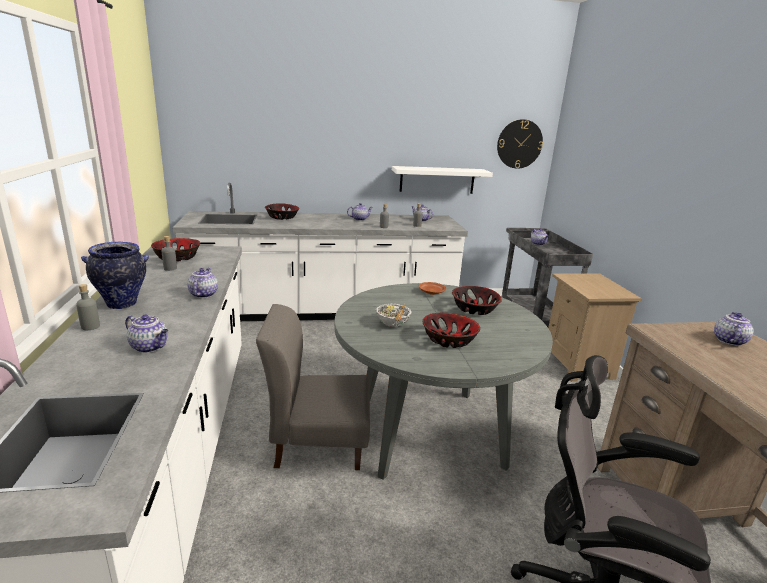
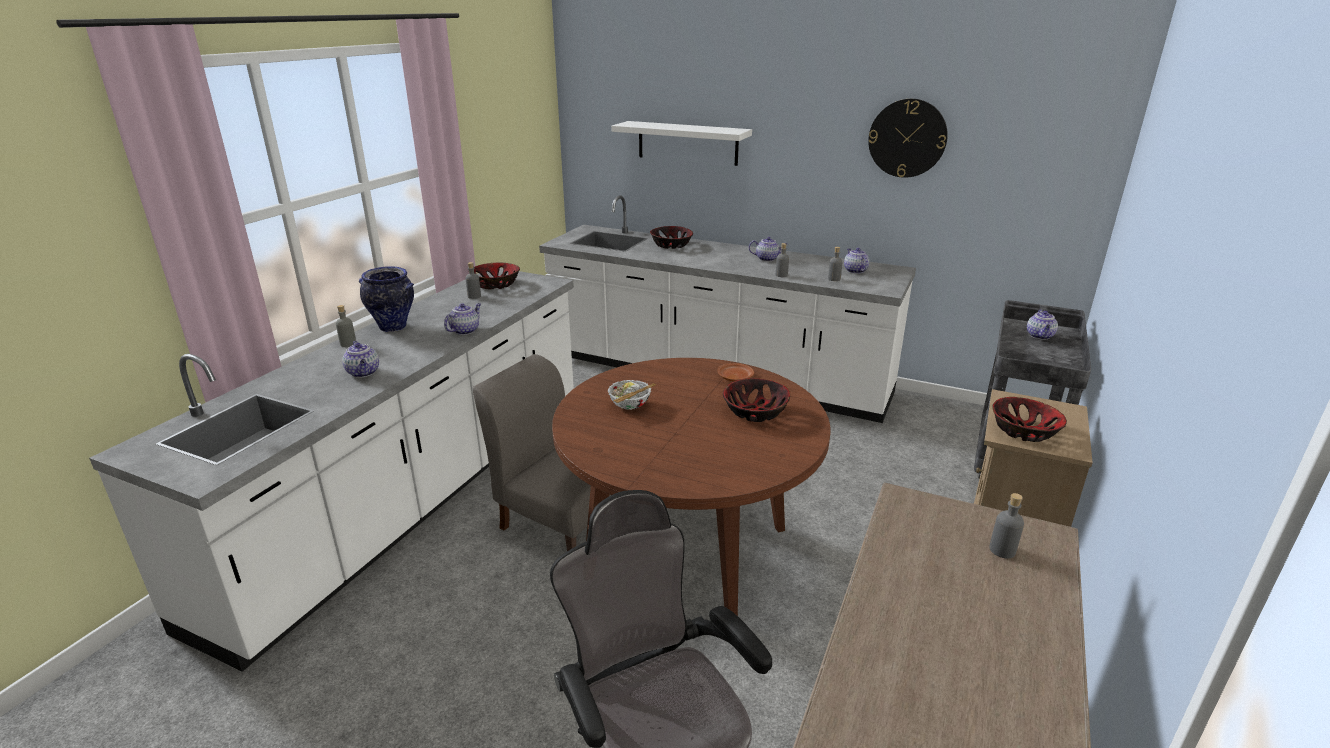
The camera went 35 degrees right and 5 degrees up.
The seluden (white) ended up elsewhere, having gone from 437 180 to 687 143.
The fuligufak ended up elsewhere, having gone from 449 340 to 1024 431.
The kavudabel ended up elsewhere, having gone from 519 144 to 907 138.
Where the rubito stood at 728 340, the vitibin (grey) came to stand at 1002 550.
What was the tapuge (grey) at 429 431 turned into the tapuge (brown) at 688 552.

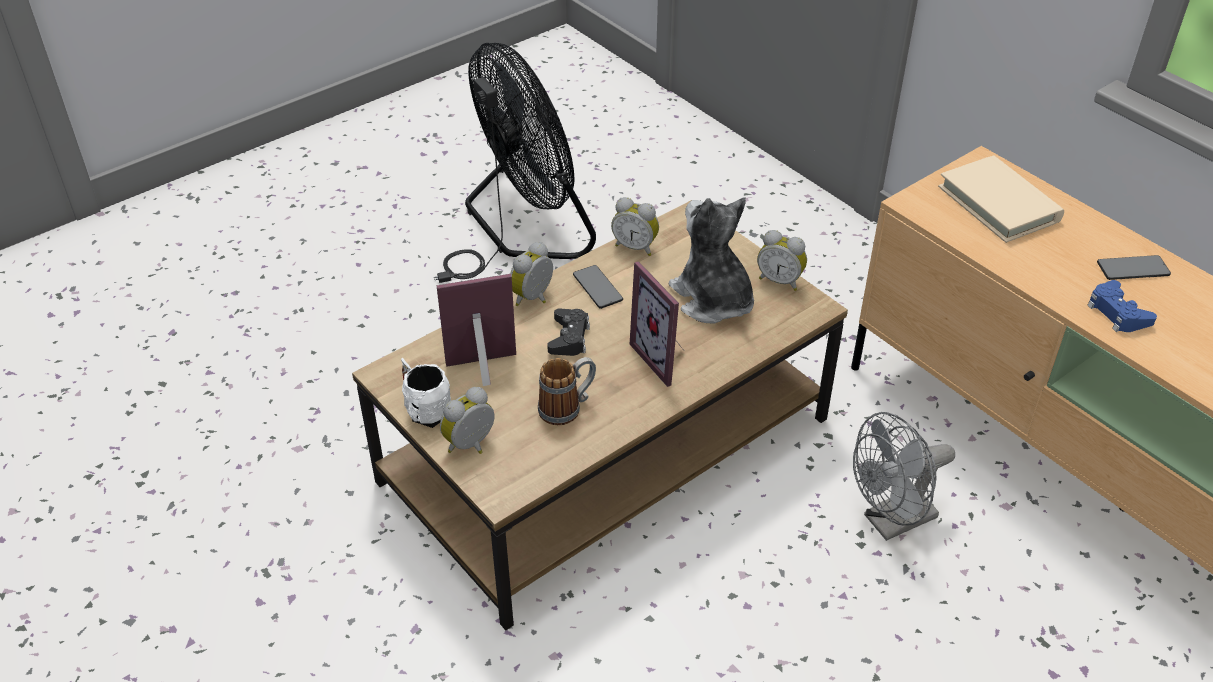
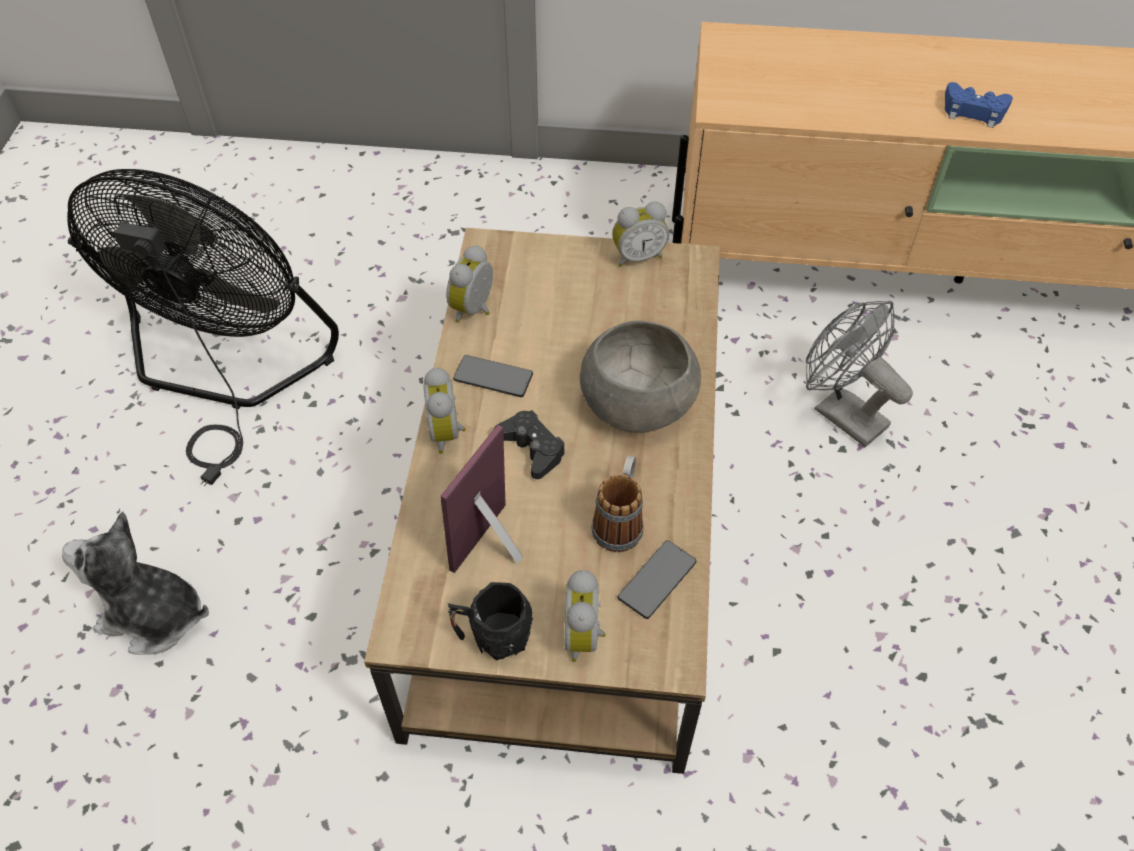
The camera went 45 degrees left and 10 degrees up.
The second view lost the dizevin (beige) at 998 204.
The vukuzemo ended up elsewhere, having gone from 712 300 to 153 616.
The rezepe ended up elsewhere, having gone from 1133 269 to 657 580.
Where the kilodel stood at 665 358, the fuligufak (grey) came to stand at 638 402.
What was the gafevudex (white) at 425 410 turned into the gafevudex (black) at 493 637.
The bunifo at 636 246 ended up facing another way, 135 degrees clockwise from before.
The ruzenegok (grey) at 891 522 ended up facing another way, 120 degrees clockwise from before.

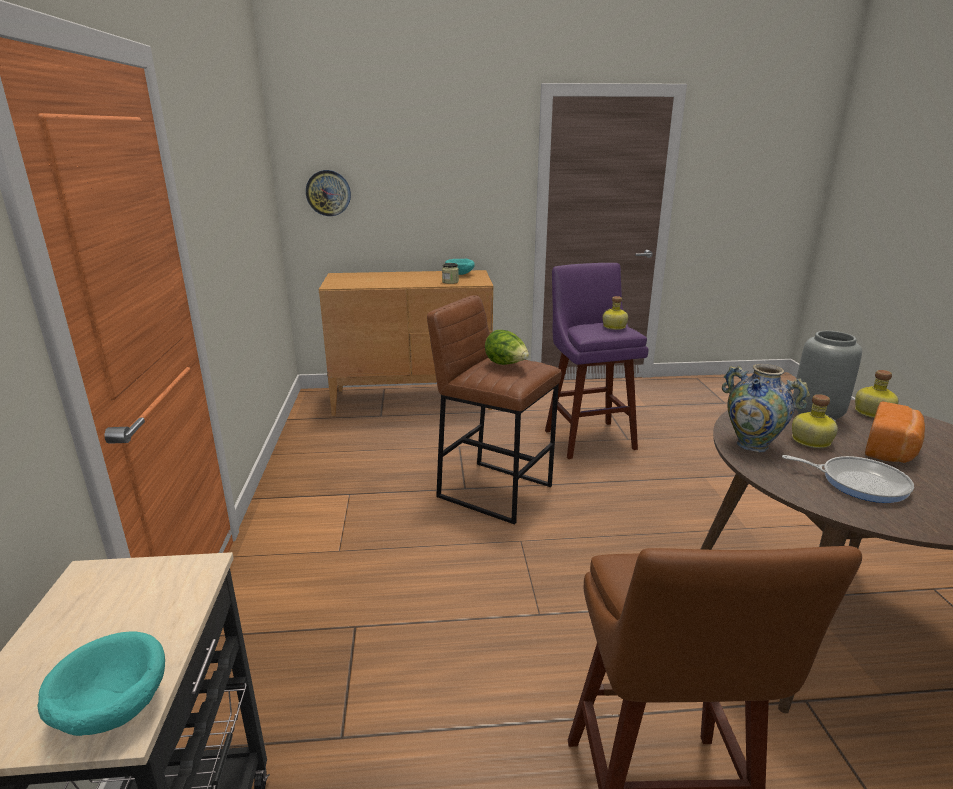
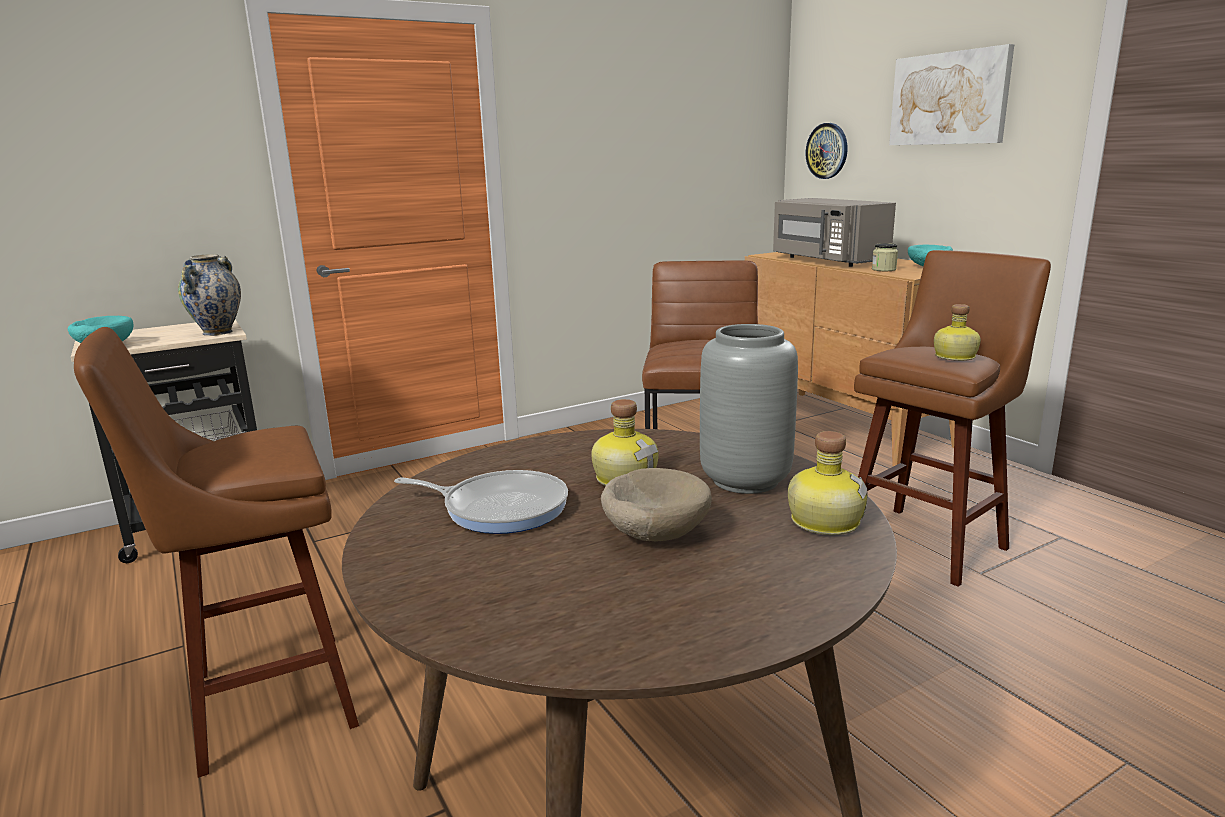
The camera went 65 degrees right and 5 degrees down.
The second view lost the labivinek at 506 364.
The second view gained the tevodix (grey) at 826 260.
The second view gained the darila at 949 99.
The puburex ended up elsewhere, having gone from 752 445 to 217 332.
Where the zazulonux stood at 892 449, the fuligufak (beige) came to stand at 654 533.
What was the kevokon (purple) at 588 438 turned into the kevokon (brown) at 929 543.
The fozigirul at 858 483 ended up facing another way, 75 degrees counterclockwise from before.

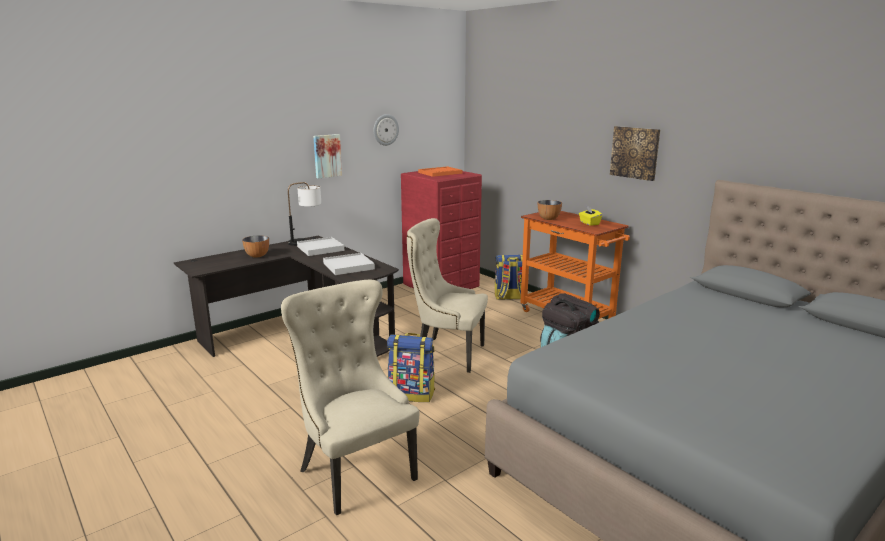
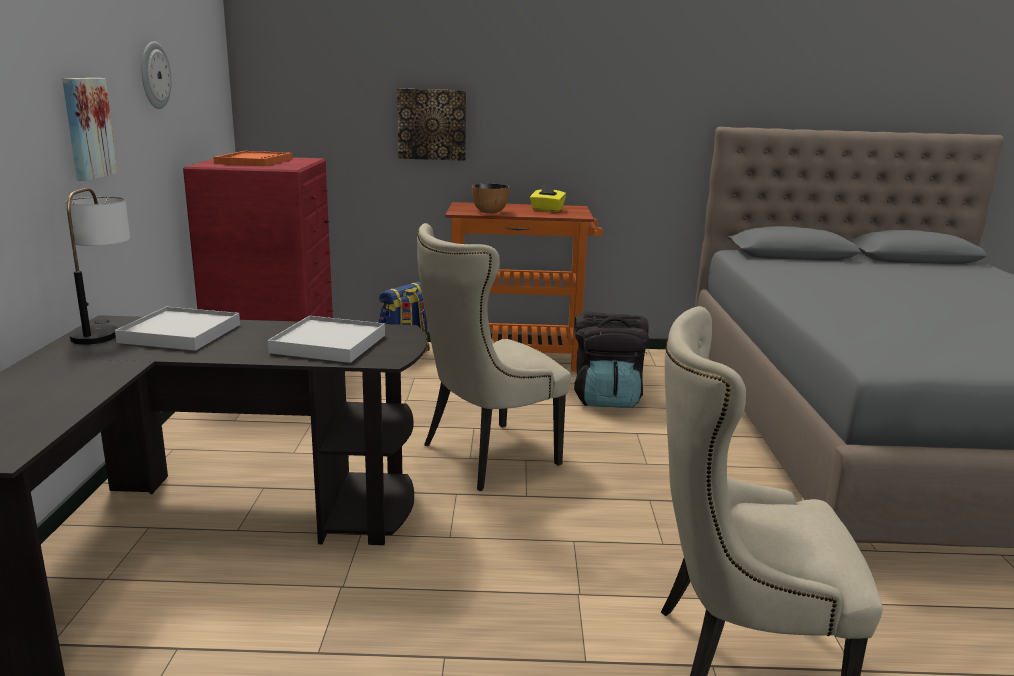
The camera went 50 degrees left and 0 degrees up.
The second view lost the fuligufak at 257 256.
The second view lost the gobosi at 412 394.
The darila ended up elsewhere, having gone from 635 152 to 432 124.

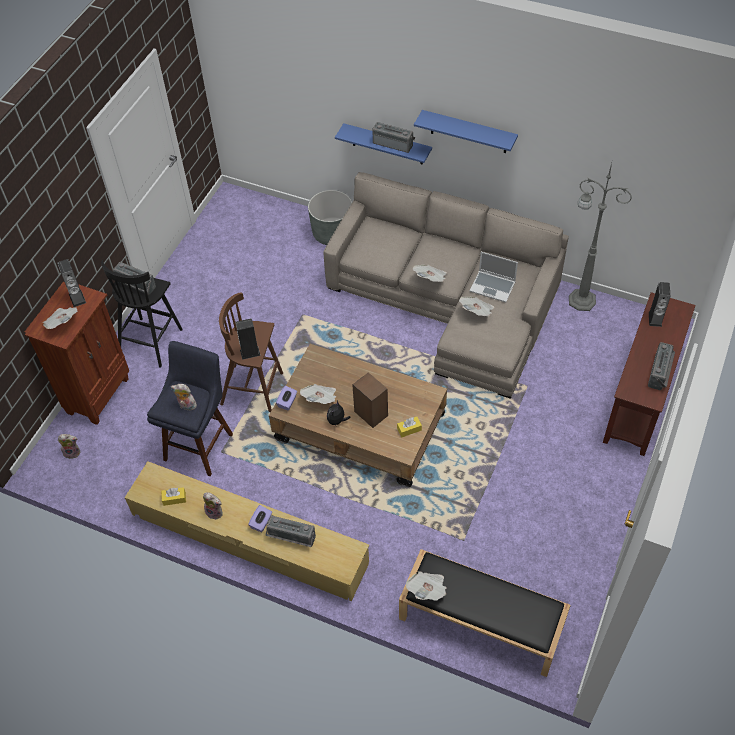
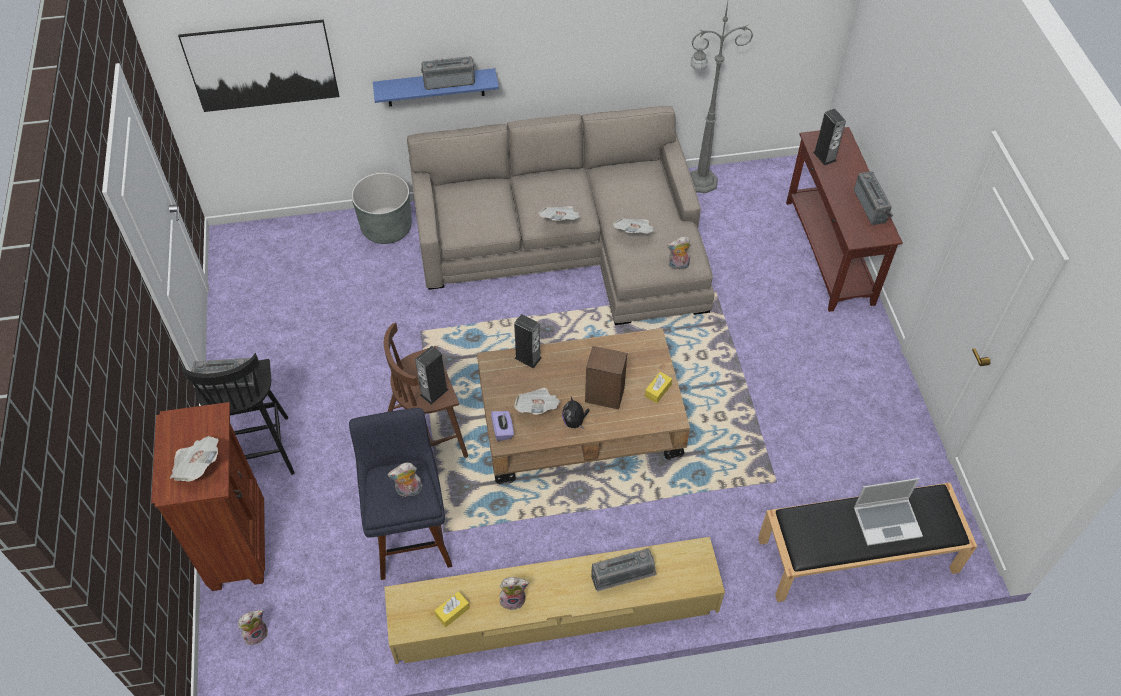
The camera went 35 degrees left and 0 degrees up.
The second view lost the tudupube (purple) at 261 523.
The second view lost the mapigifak at 427 590.
The second view lost the seluden (blue) at 468 132.
The second view gained the darila at 262 66.
The second view gained the vukuzemo at 678 266.
The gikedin ended up elsewhere, having gone from 77 298 to 528 358.
The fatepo ended up elsewhere, having gone from 493 287 to 887 521.

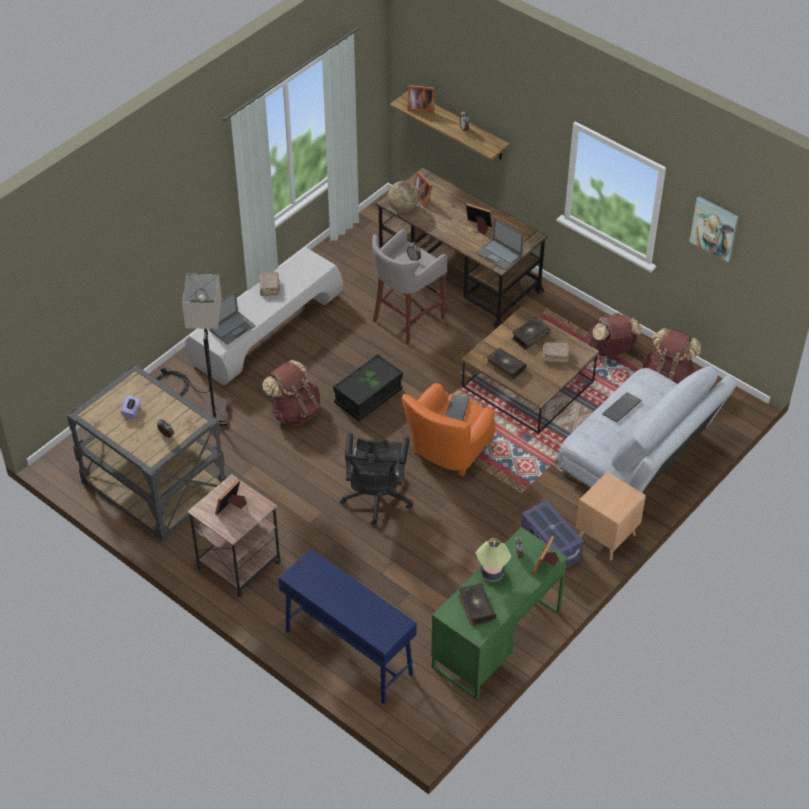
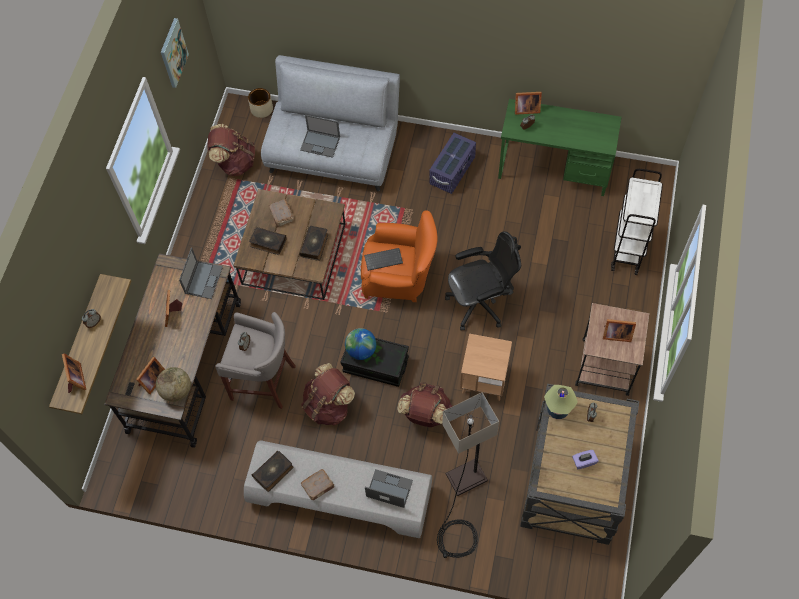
The camera went 115 degrees left and 15 degrees up.
The second view gained the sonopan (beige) at 262 109.
The second view gained the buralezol at 361 350.
The dizevin ended up elsewhere, having gone from 476 607 to 273 472.
The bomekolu ended up elsewhere, having gone from 492 573 to 557 409.
The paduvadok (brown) ended up elsewhere, having gone from 606 537 to 484 380.
The gobosi (brown) ended up elsewhere, having gone from 610 350 to 328 405.
Where the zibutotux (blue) stood at 349 652, the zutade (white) came to stand at 627 251.
Where the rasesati stood at 622 408, the fatepo came to stand at 320 143.

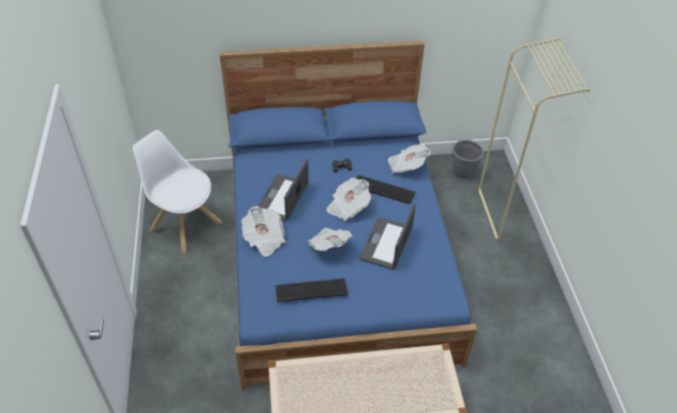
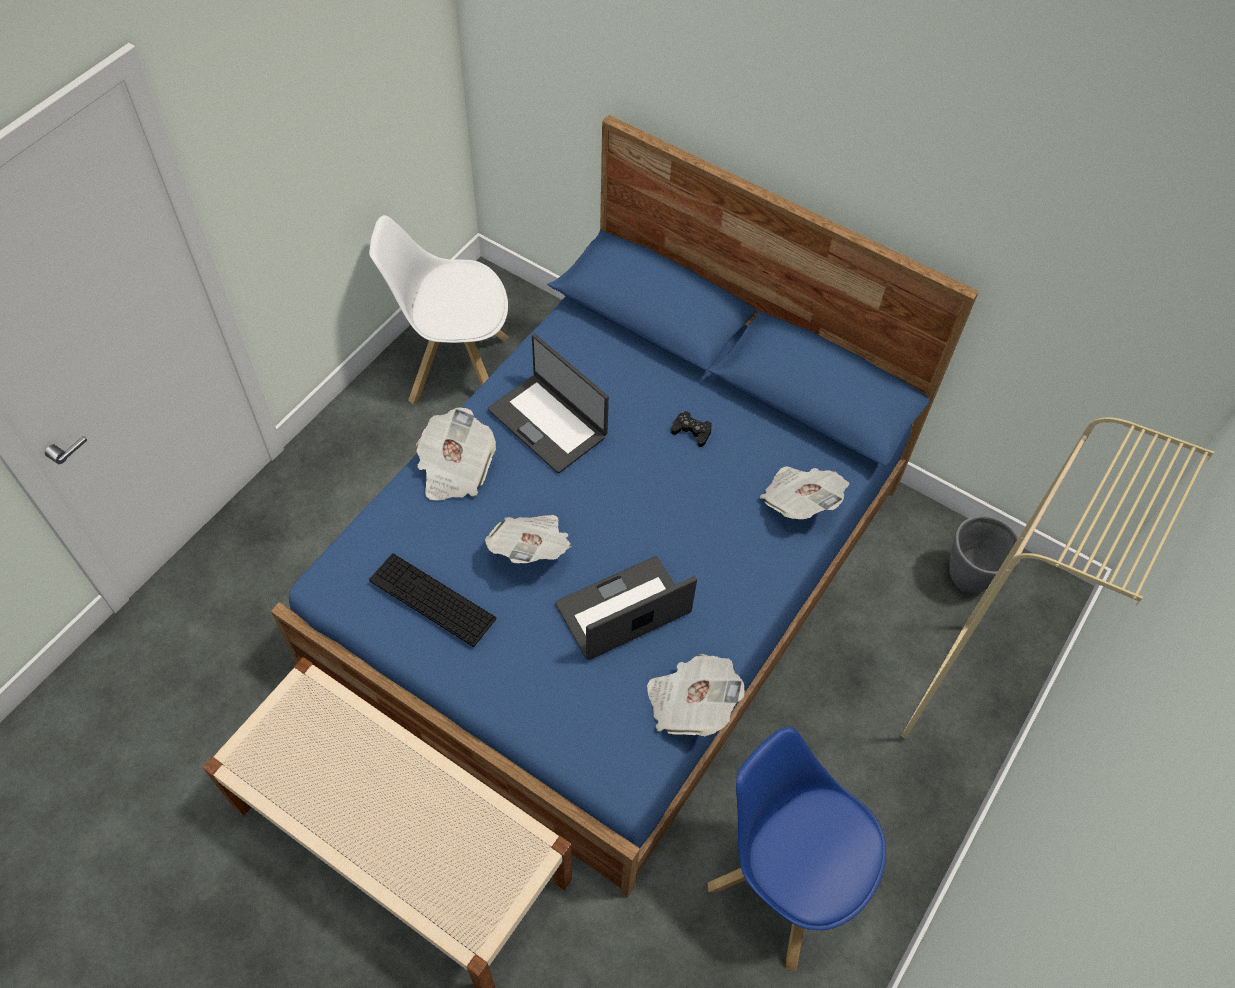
The camera went 40 degrees right and 10 degrees up.
The second view lost the rasesati at 383 189.
The second view gained the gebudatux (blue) at 784 880.
The mapigifak ended up elsewhere, having gone from 348 207 to 690 704.
The gebudatux (white) at 184 225 ended up facing another way, 75 degrees counterclockwise from before.
The fatepo at 283 198 ended up facing another way, 105 degrees counterclockwise from before.

